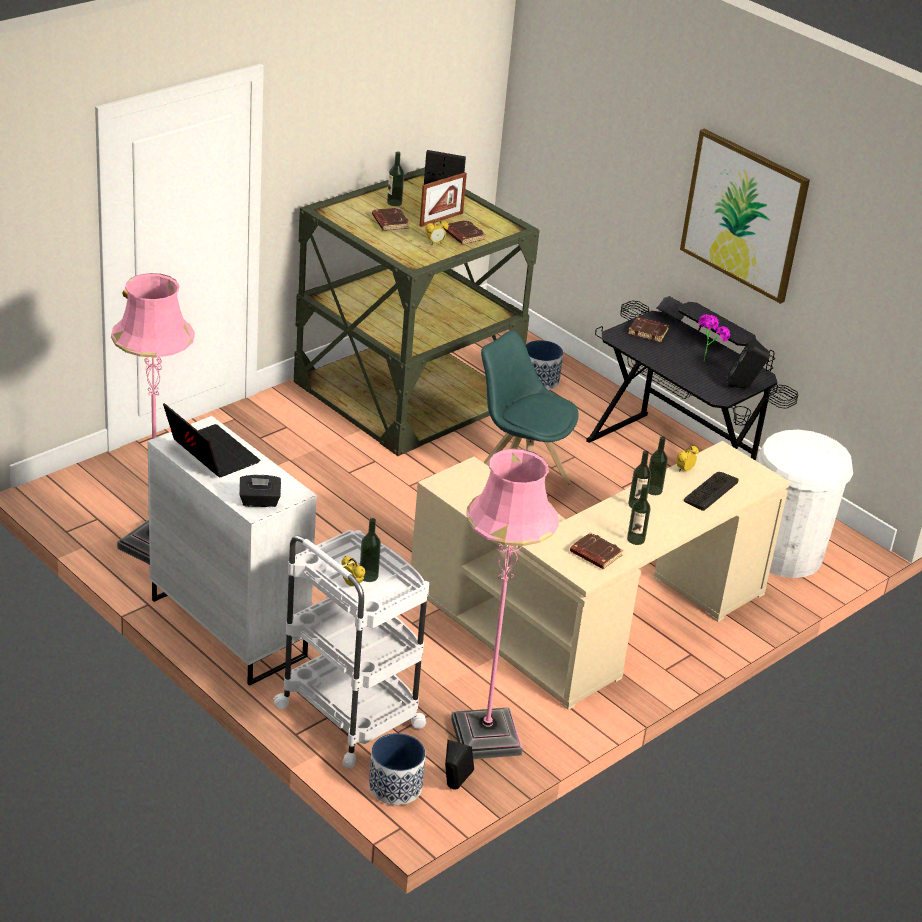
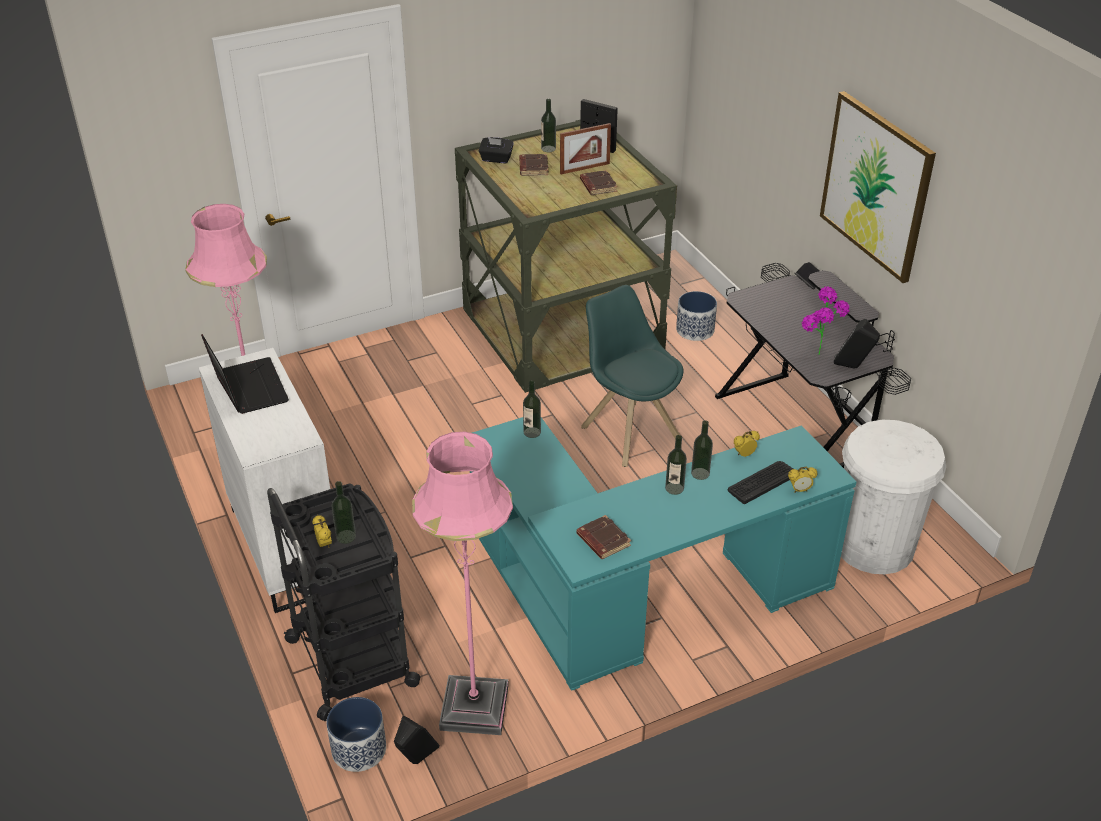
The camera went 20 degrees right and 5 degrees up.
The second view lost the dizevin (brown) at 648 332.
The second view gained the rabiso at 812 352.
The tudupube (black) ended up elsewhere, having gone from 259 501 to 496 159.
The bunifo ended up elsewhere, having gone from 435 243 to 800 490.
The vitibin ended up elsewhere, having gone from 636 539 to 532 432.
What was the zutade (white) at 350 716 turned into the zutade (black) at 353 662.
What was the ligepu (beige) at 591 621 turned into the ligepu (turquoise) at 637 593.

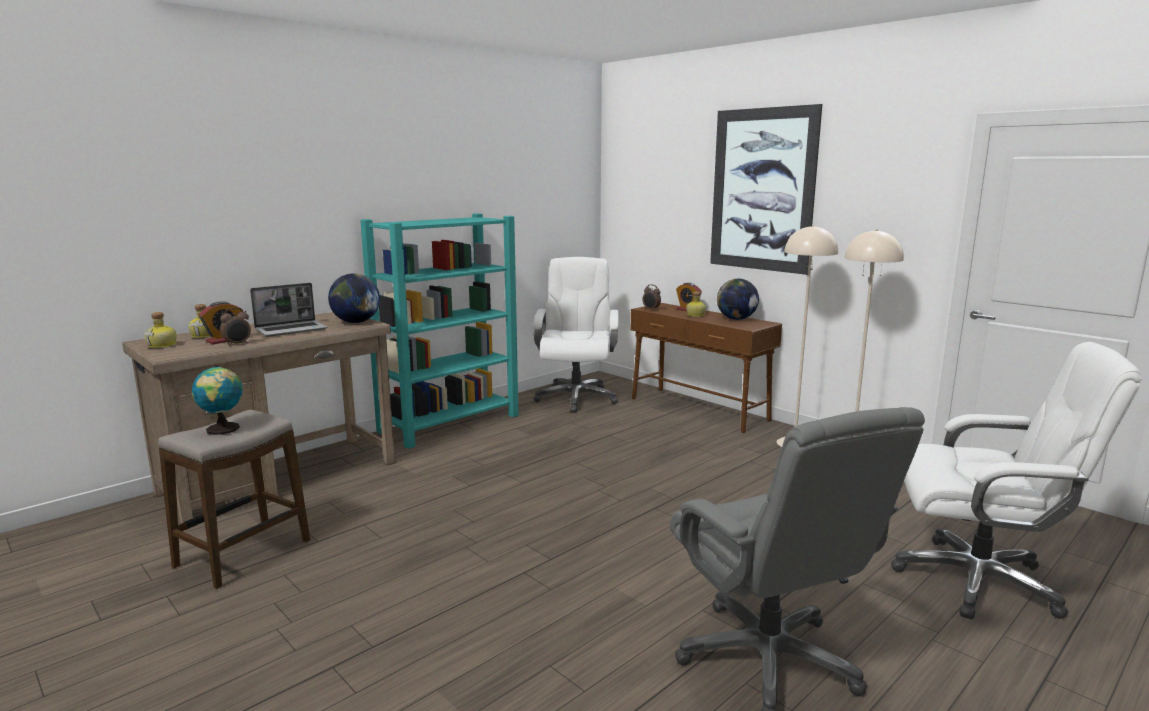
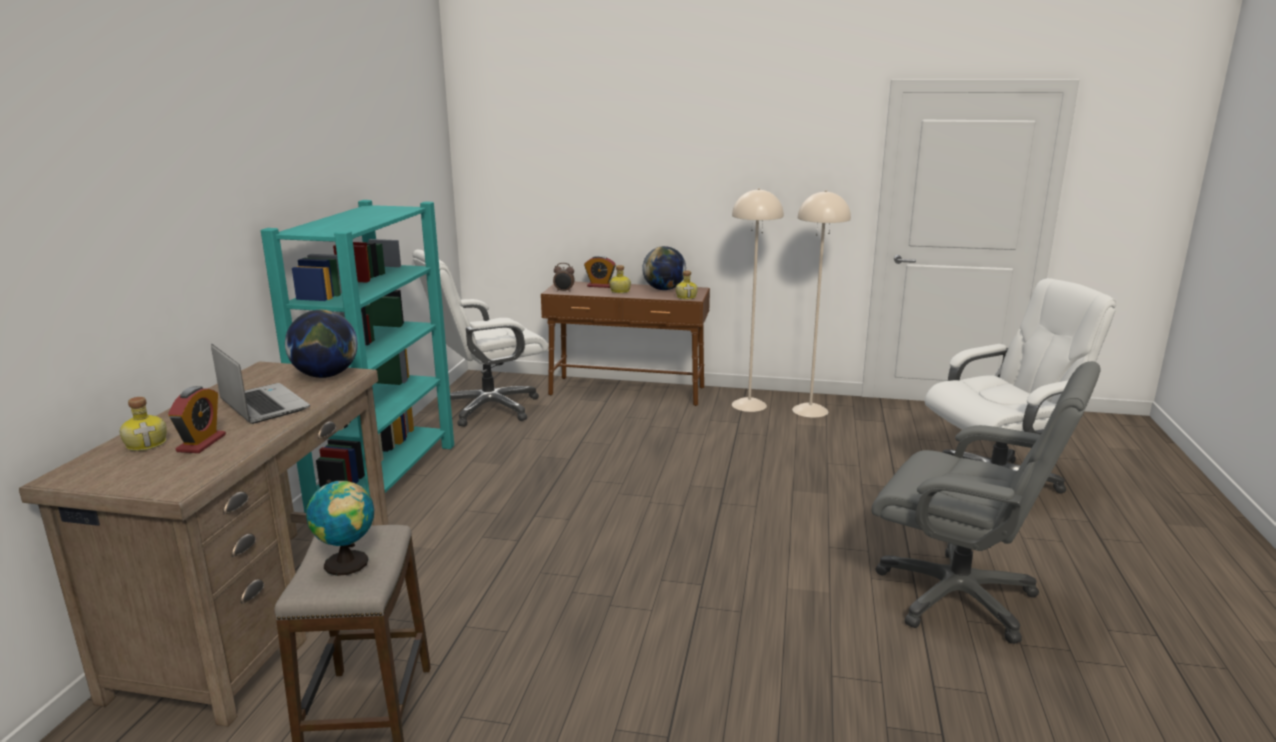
The camera went 35 degrees left and 5 degrees up.
The second view lost the bunifo at 237 344.
The second view lost the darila at 762 190.
The vitibin ended up elsewhere, having gone from 163 345 to 686 297.
The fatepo at 292 330 ended up facing another way, 60 degrees counterclockwise from before.
The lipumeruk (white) at 576 398 ended up facing another way, 90 degrees counterclockwise from before.

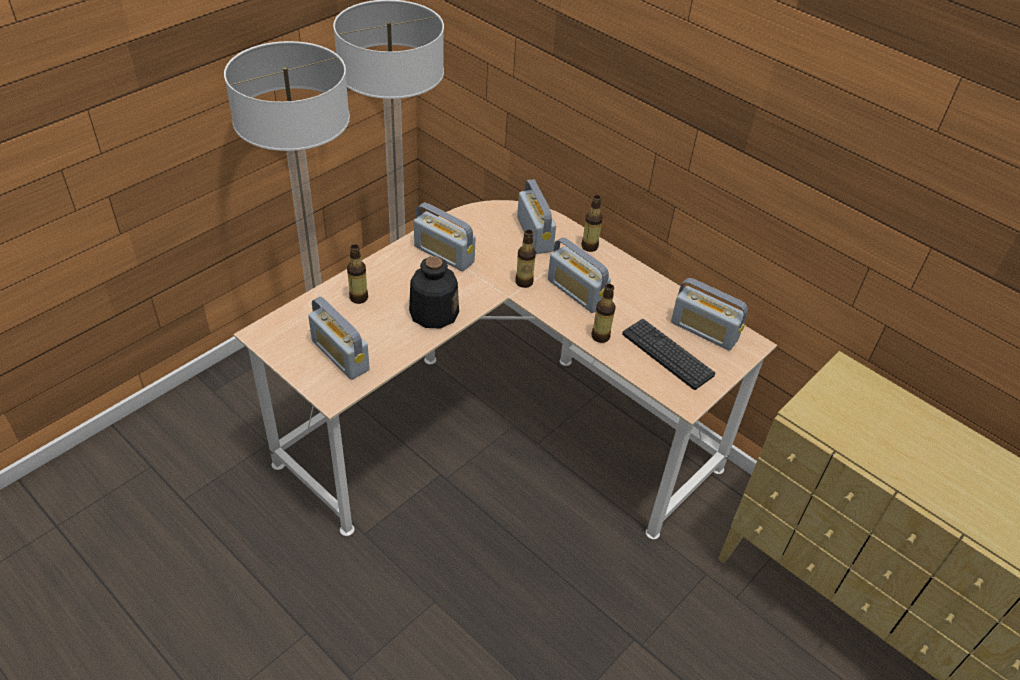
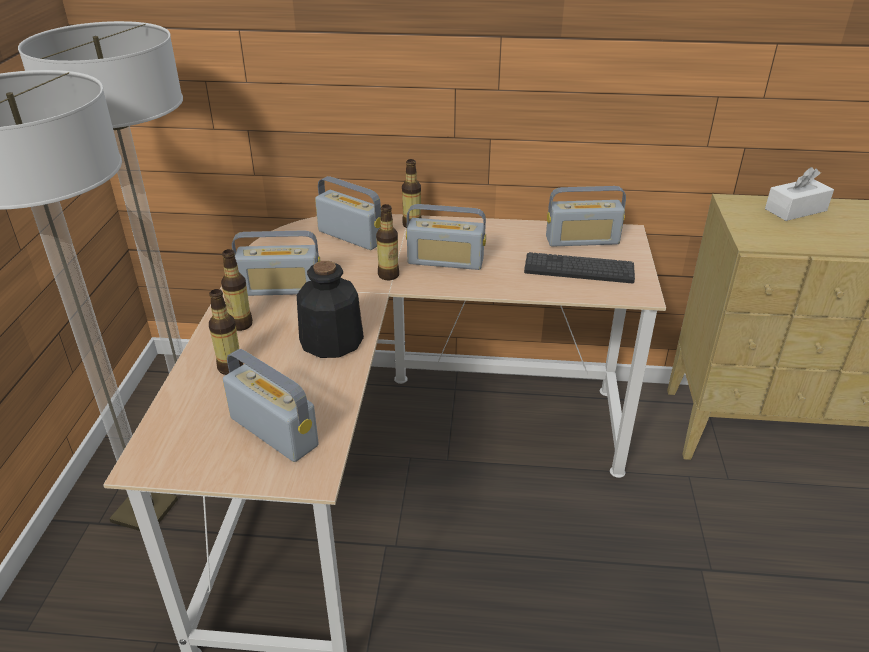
The camera went 35 degrees left and 10 degrees down.
The second view gained the tudupube (white) at 795 210.
The vitibin ended up elsewhere, having gone from 600 336 to 241 324.
The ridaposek at 340 355 ended up facing another way, 150 degrees counterclockwise from before.

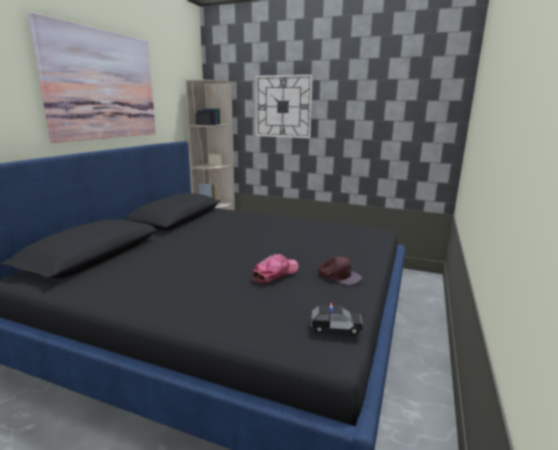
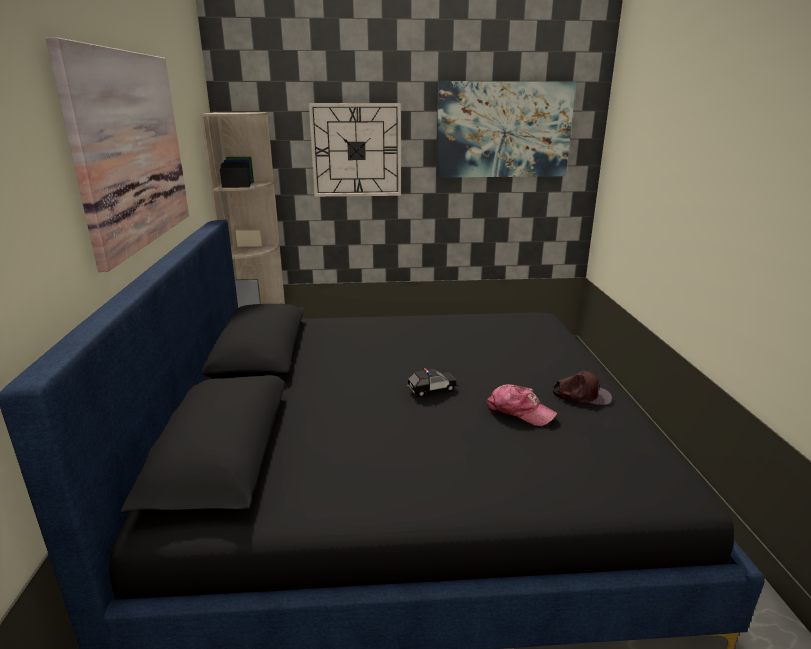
The camera went 25 degrees left and 5 degrees up.
The second view gained the darila at 503 130.
The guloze ended up elsewhere, having gone from 335 327 to 431 389.
The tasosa at 275 273 ended up facing another way, 105 degrees clockwise from before.

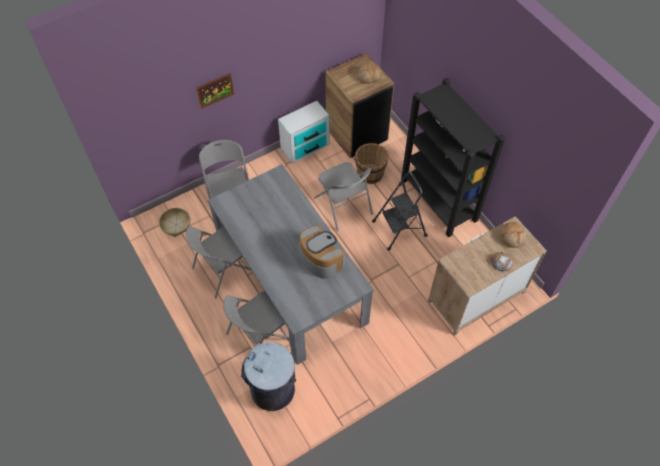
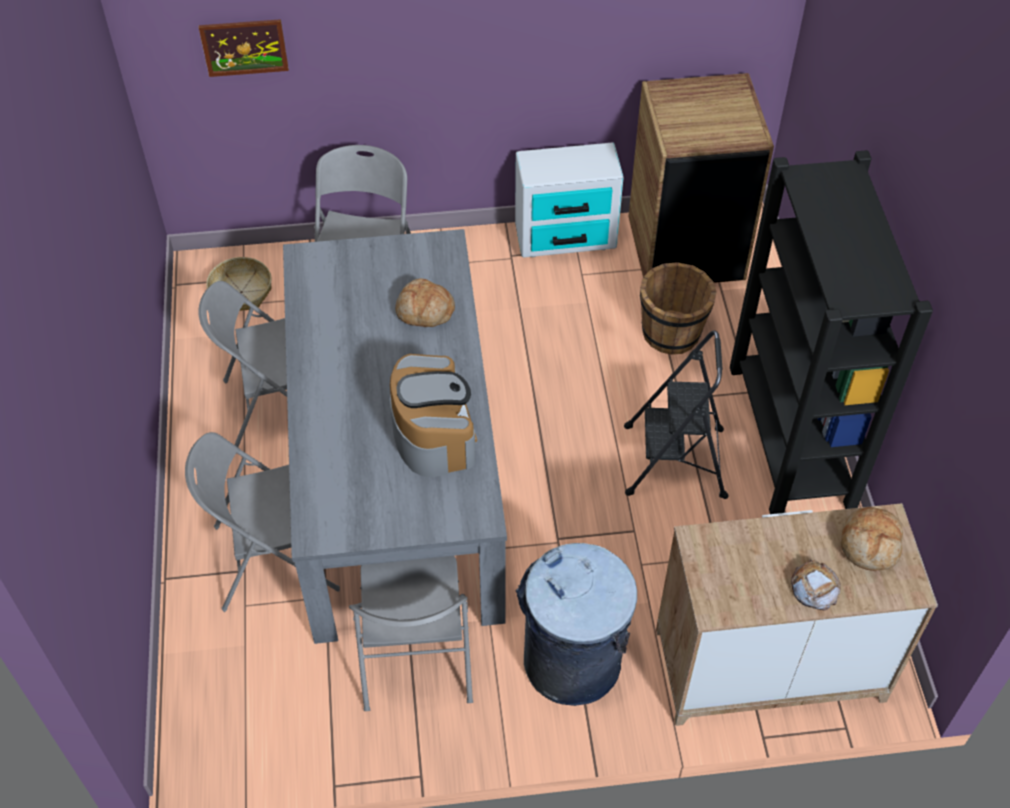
The camera went 25 degrees right and 5 degrees down.
The darila ended up elsewhere, having gone from 215 90 to 244 47.
The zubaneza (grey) ended up elsewhere, having gone from 273 390 to 572 662.
The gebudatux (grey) ended up elsewhere, having gone from 343 206 to 415 652.
The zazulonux ended up elsewhere, having gone from 369 77 to 424 311.

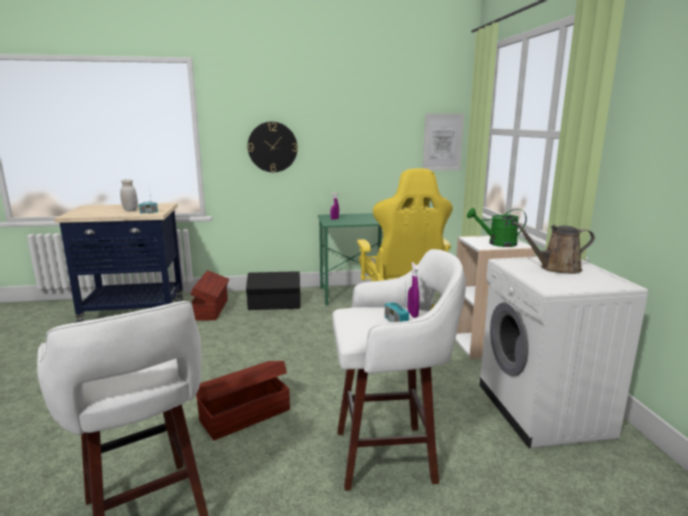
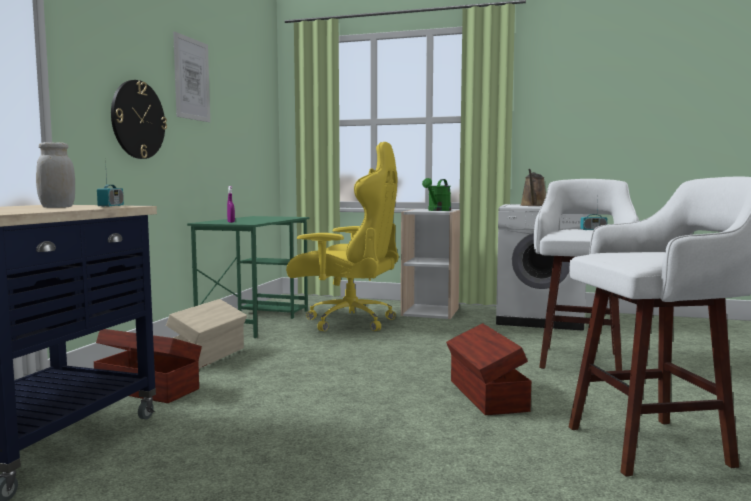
The camera went 65 degrees left and 10 degrees down.
The second view lost the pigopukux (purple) at 412 314.
The darila ended up elsewhere, having gone from 442 142 to 192 79.
What was the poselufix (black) at 275 305 turned into the poselufix (beige) at 207 356.

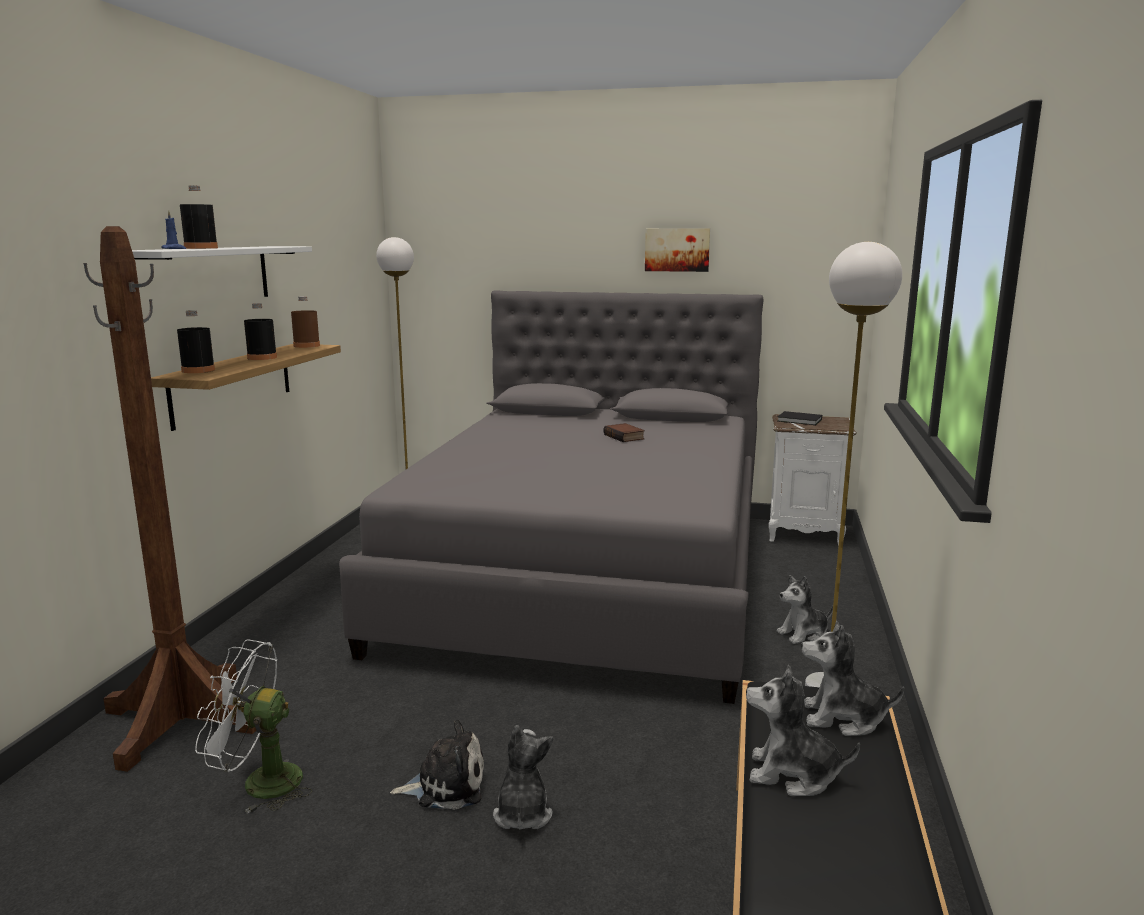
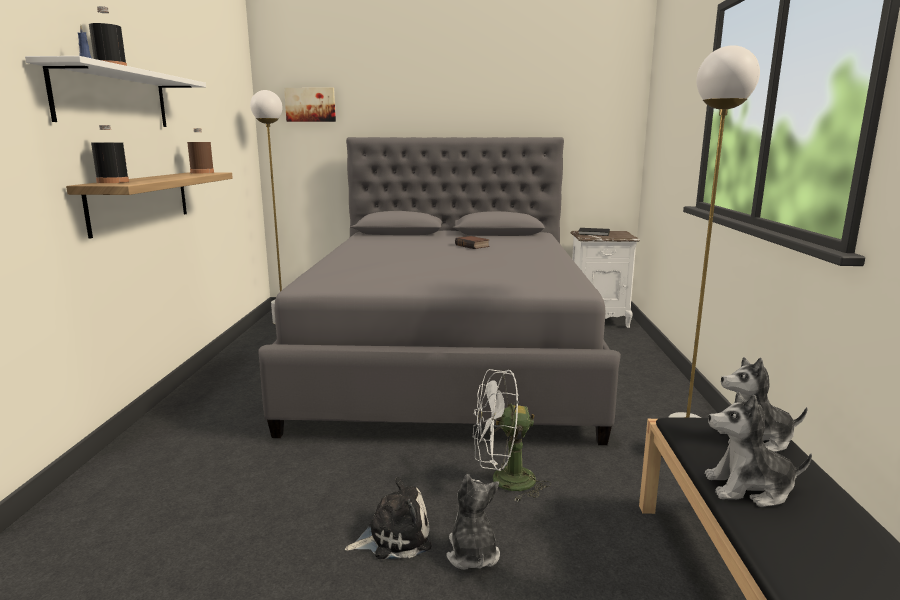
The camera went 10 degrees left and 0 degrees up.
The second view lost the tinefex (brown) at 181 719.
The second view lost the vitibin (black) at 262 358.
The second view lost the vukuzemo at 803 634.
The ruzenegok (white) ended up elsewhere, having gone from 259 783 to 503 481.
The darila ended up elsewhere, having gone from 677 249 to 310 104.

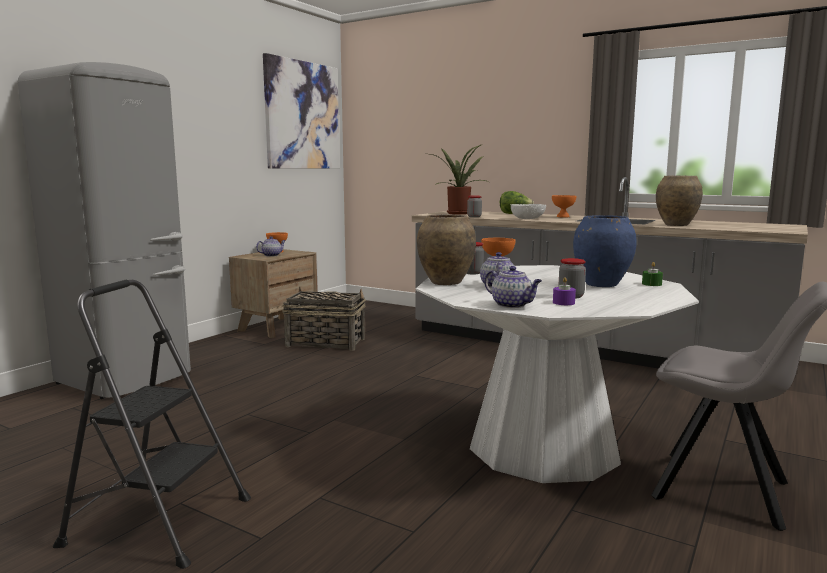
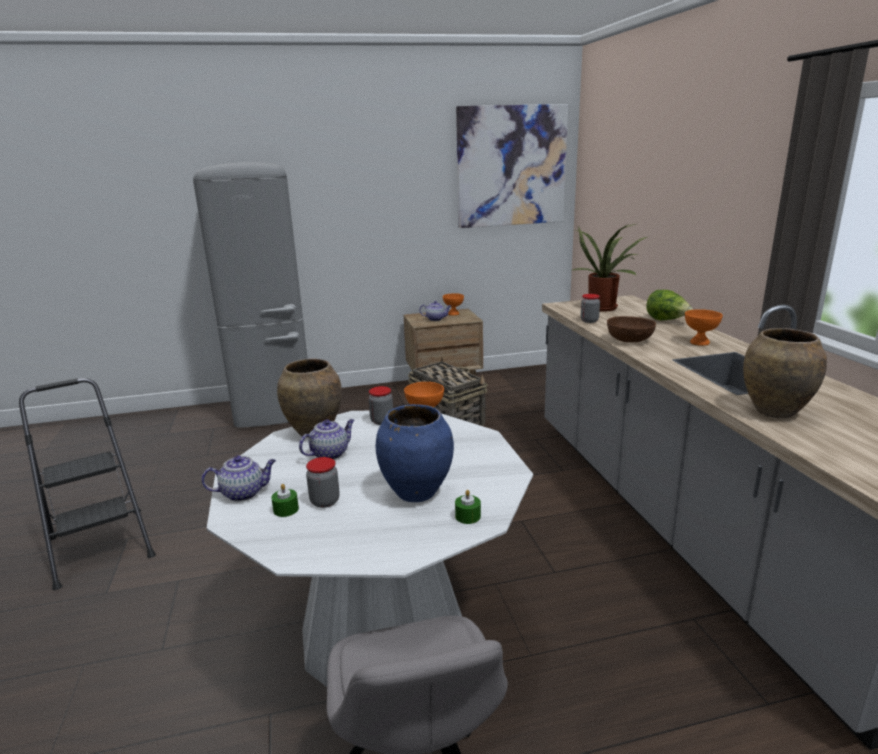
The camera went 45 degrees right and 10 degrees up.
What was the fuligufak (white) at 527 219 turned into the fuligufak (brown) at 629 340.
What was the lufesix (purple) at 563 303 turned into the lufesix (green) at 286 509.
The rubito at 512 305 ended up facing another way, 105 degrees counterclockwise from before.

